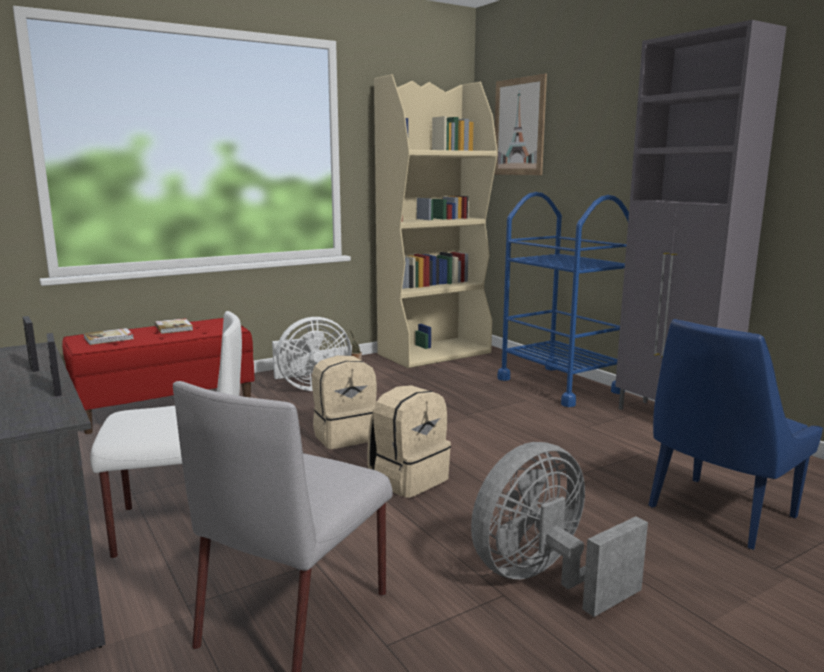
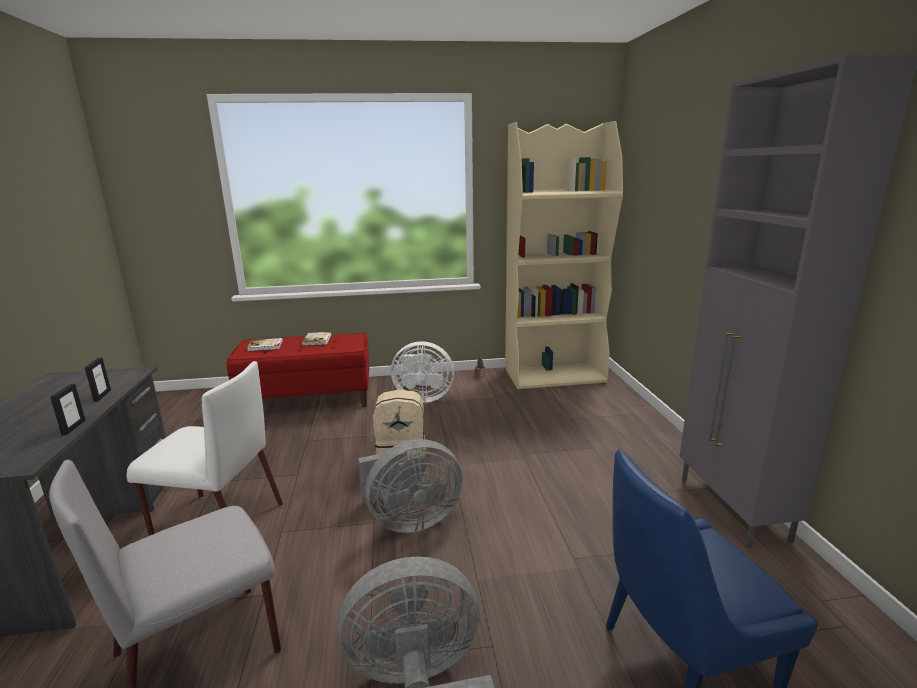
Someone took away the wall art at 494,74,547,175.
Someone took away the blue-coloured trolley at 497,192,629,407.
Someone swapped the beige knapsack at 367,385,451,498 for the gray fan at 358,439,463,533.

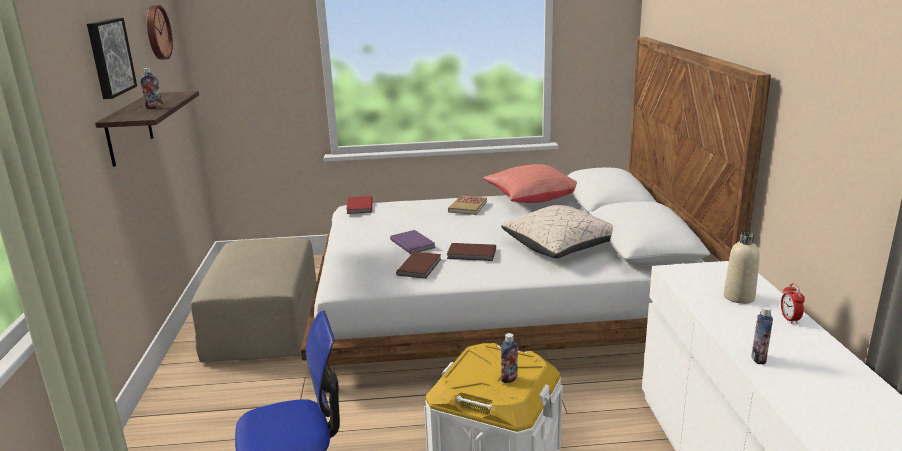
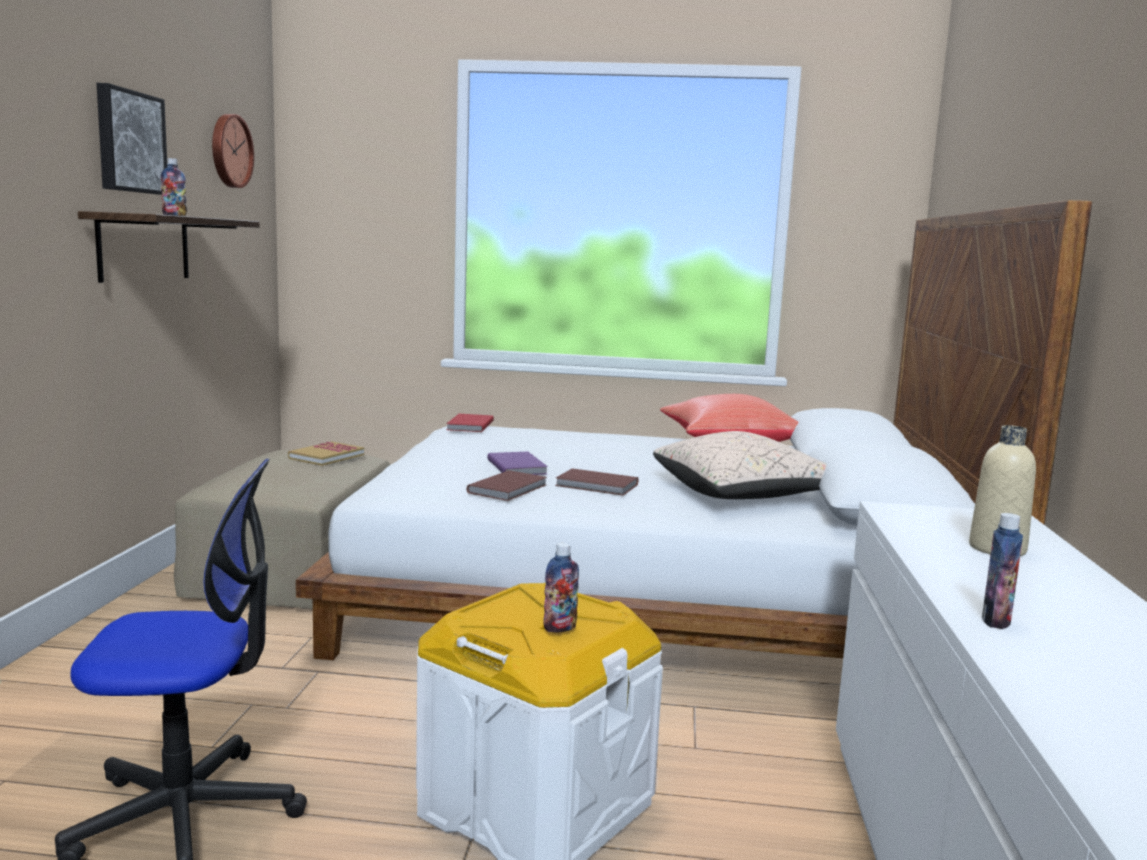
Someone took away the alarm clock at 781,283,805,324.
Someone carried the book from 448,196,487,215 to 288,442,364,466.

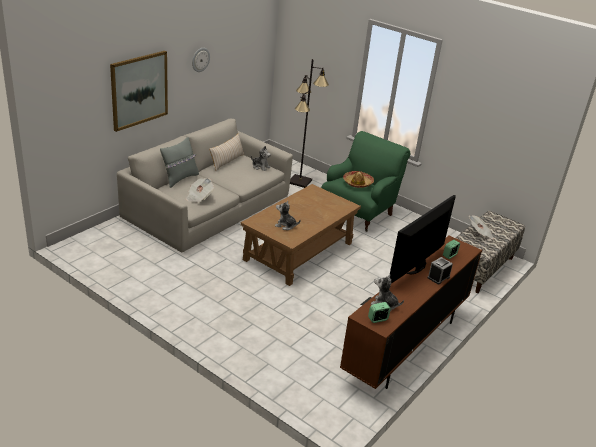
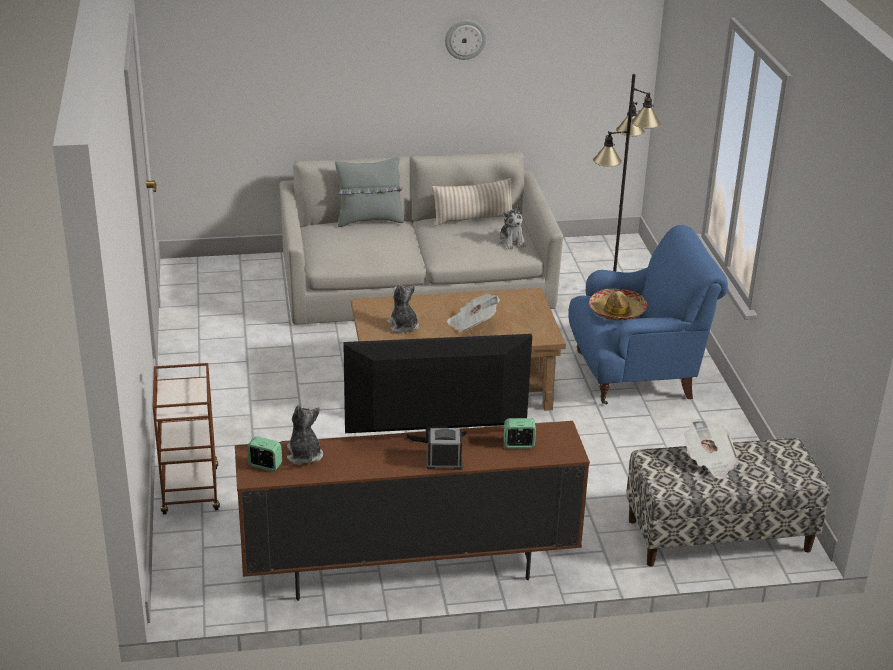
Someone took away the wall art at 110,51,168,132.
Someone put down the brown trolley at 153,363,220,515.
Someone carried the newspaper from 186,178,214,203 to 447,293,500,332.
Someone repainted the green armchair at 321,131,410,232, which became the blue-coloured armchair at 568,225,728,405.

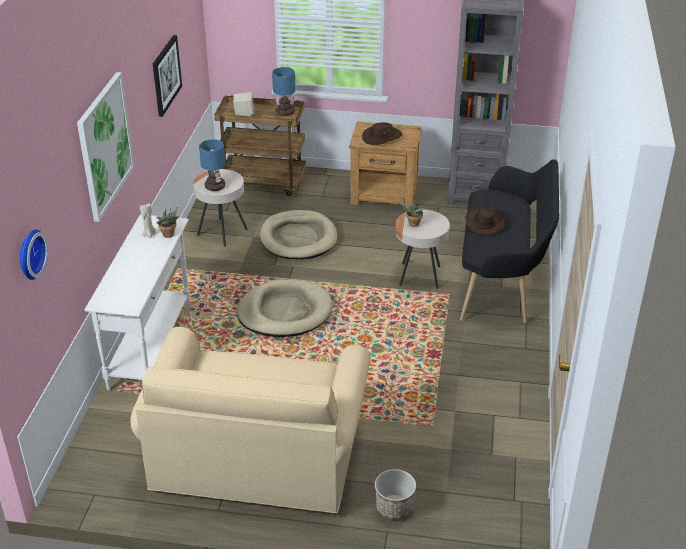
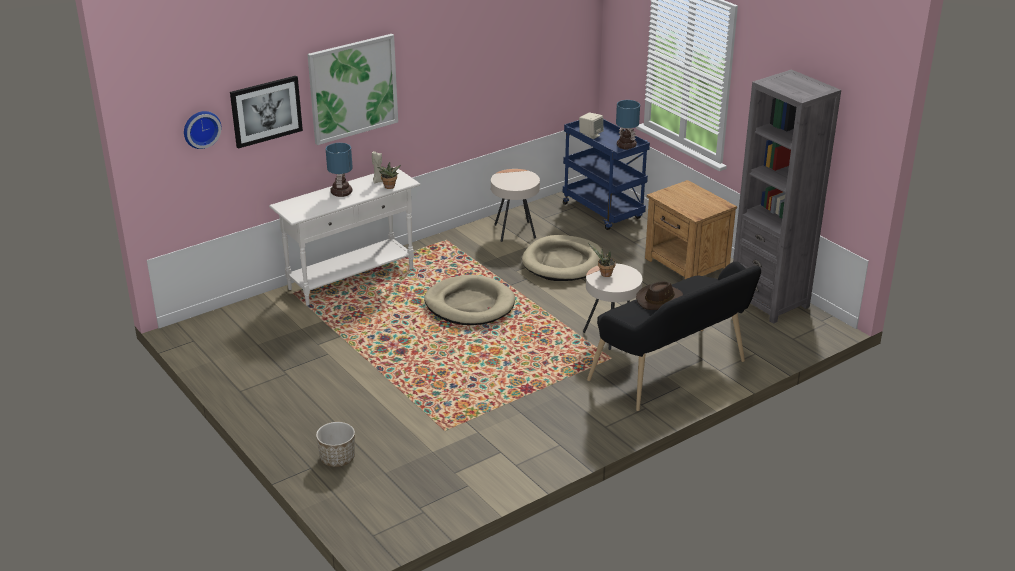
Someone took away the beige settee at 130,327,371,515.
Someone took away the brown wearable hat at 362,122,402,145.
Someone carried the wall art from 153,35,182,117 to 230,76,303,149.
Someone carried the tabletop lamp from 199,139,226,191 to 325,143,353,197.
Someone repainted the brown trolley at 214,95,306,196, which became the blue-coloured trolley at 563,119,650,230.

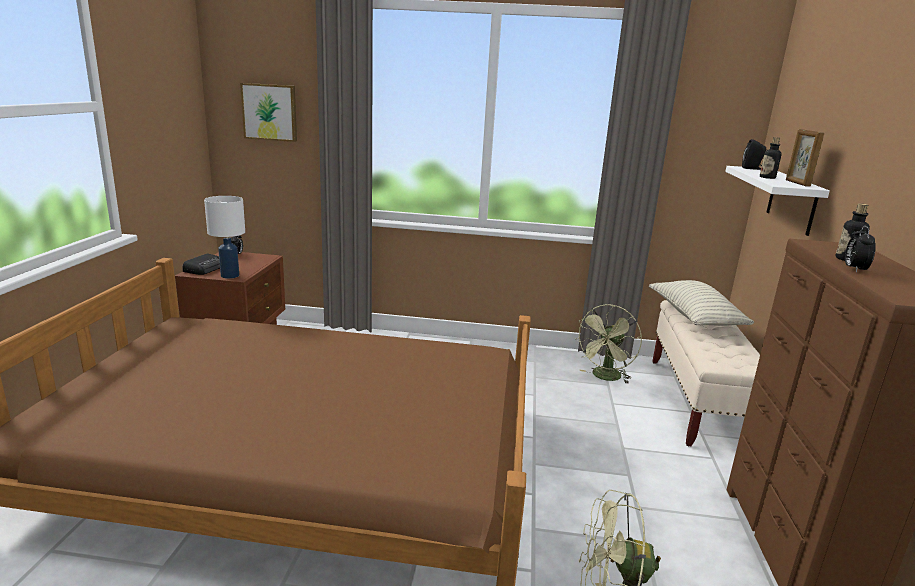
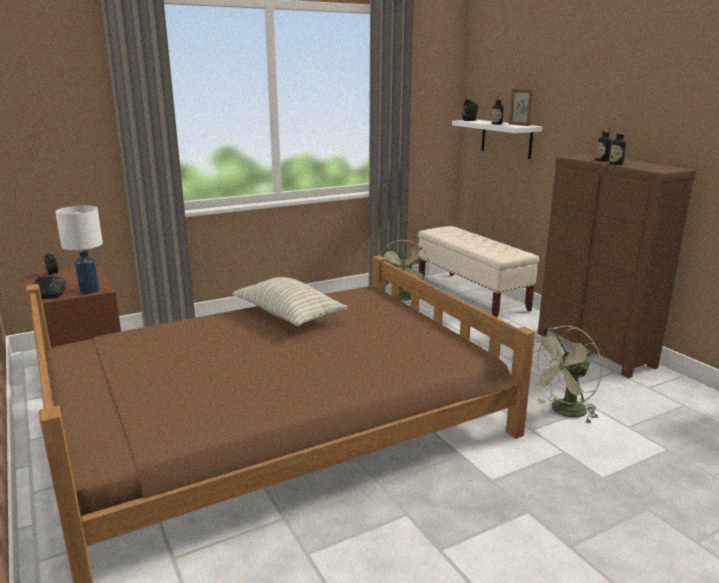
Someone took away the wall art at 240,83,297,142.
Someone carried the cushion from 649,280,754,326 to 232,277,348,326.
Someone swapped the alarm clock at 845,226,876,273 for the drink bottle at 610,129,626,165.

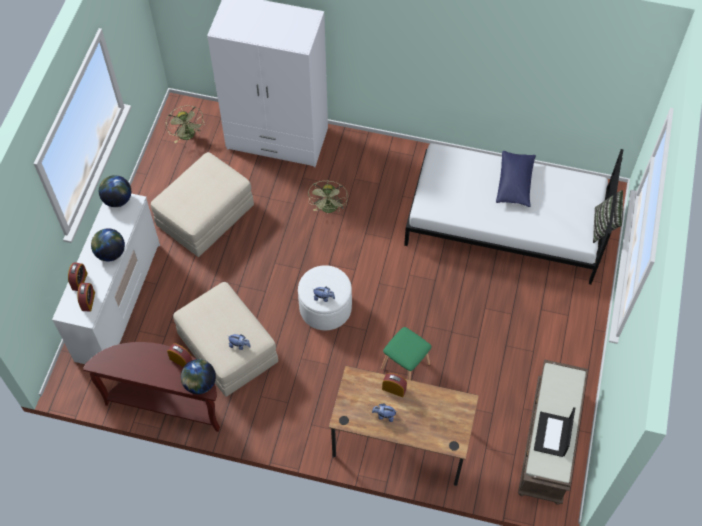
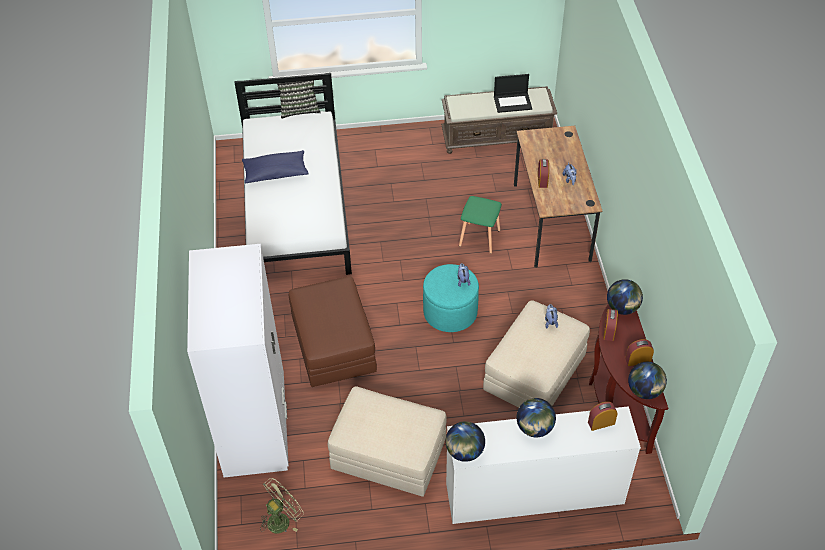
Someone put down the world globe at 628,362,667,399.
Someone carried the alarm clock from 68,262,88,291 to 625,339,654,366.
Someone swapped the green fan at 308,181,348,213 for the brown footrest at 289,276,377,387.
Someone repainted the white footrest at 298,265,352,330, which became the turquoise-coloured footrest at 423,264,479,332.

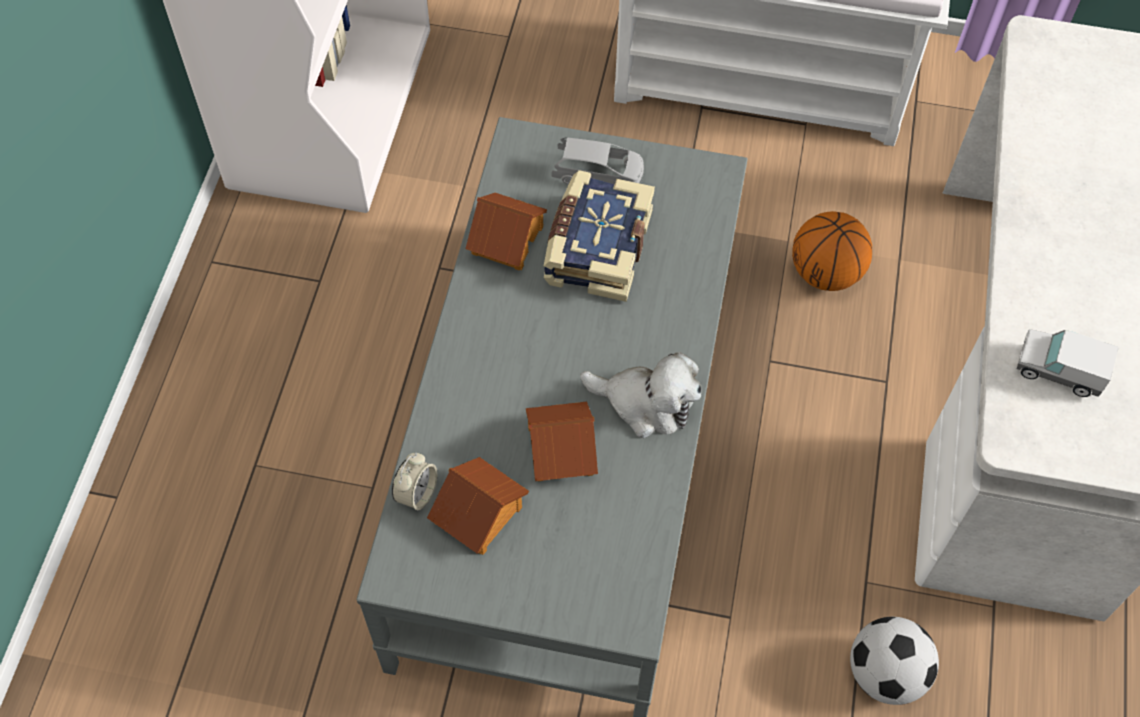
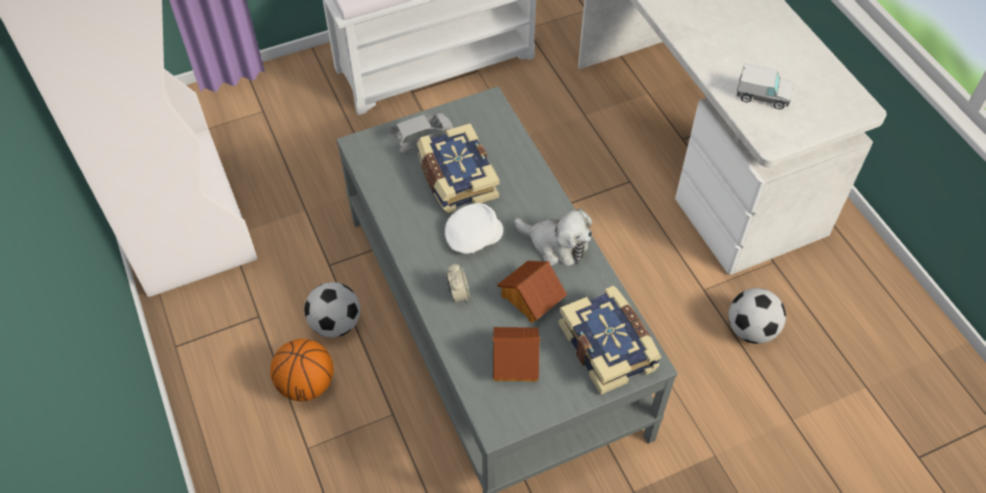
Someone took away the miniature house at 465,193,547,270.
Someone put down the football at 304,282,360,338.
Someone put down the white baseball cap at 445,203,503,254.
Someone put down the book at 558,286,662,395.
Someone carried the alarm clock from 392,453,437,512 to 447,264,471,302.
Someone carried the basketball ball from 792,211,872,291 to 270,339,334,401.
Someone rotated the cuddly toy at 580,352,702,438 by 45 degrees clockwise.
Someone rotated the toy lorry at 1017,329,1119,397 by 150 degrees counterclockwise.

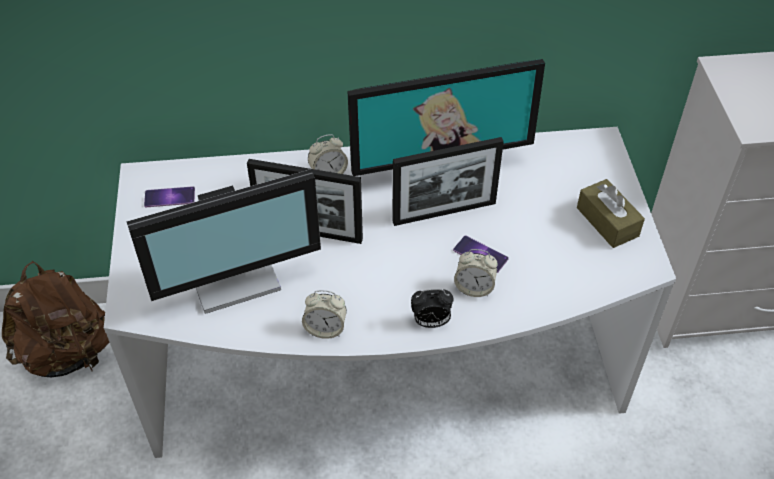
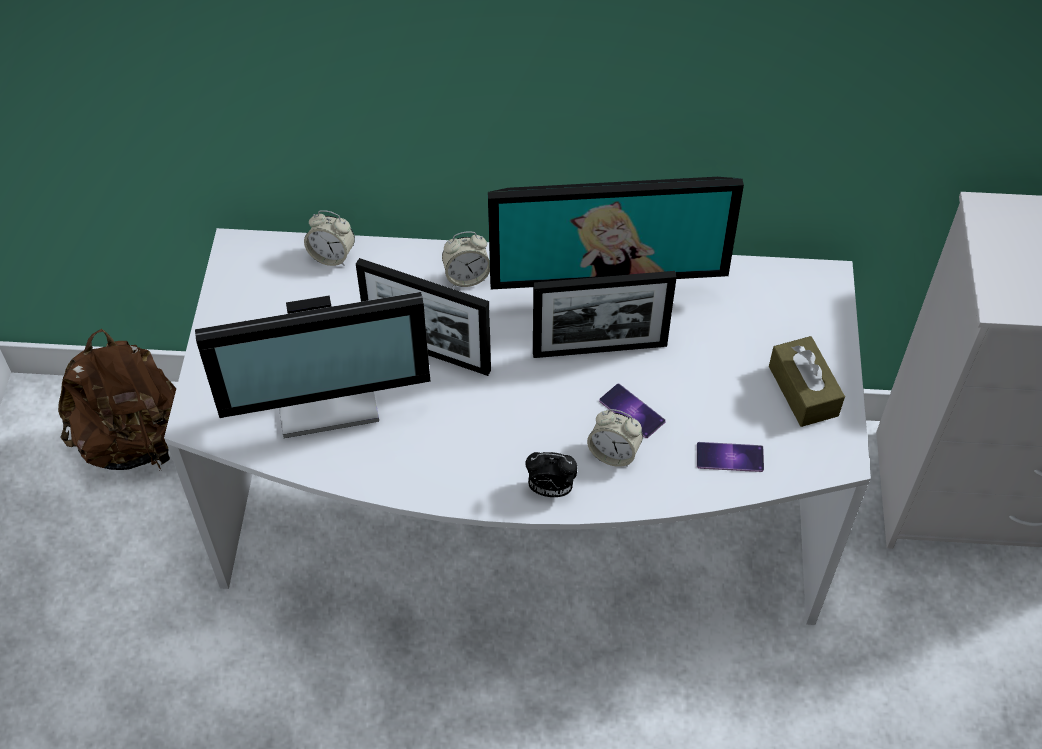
Someone carried the handset from 144,186,195,207 to 697,442,764,472.
Someone carried the alarm clock from 302,290,347,339 to 304,210,355,266.

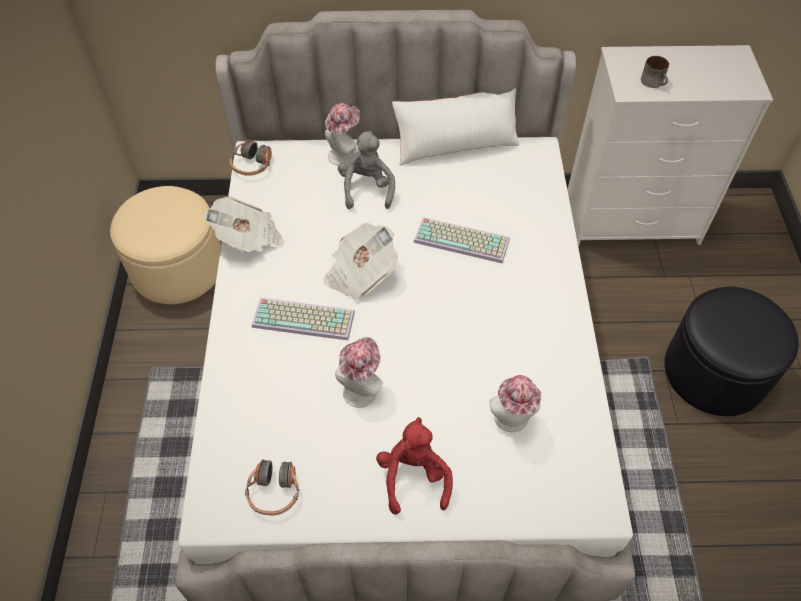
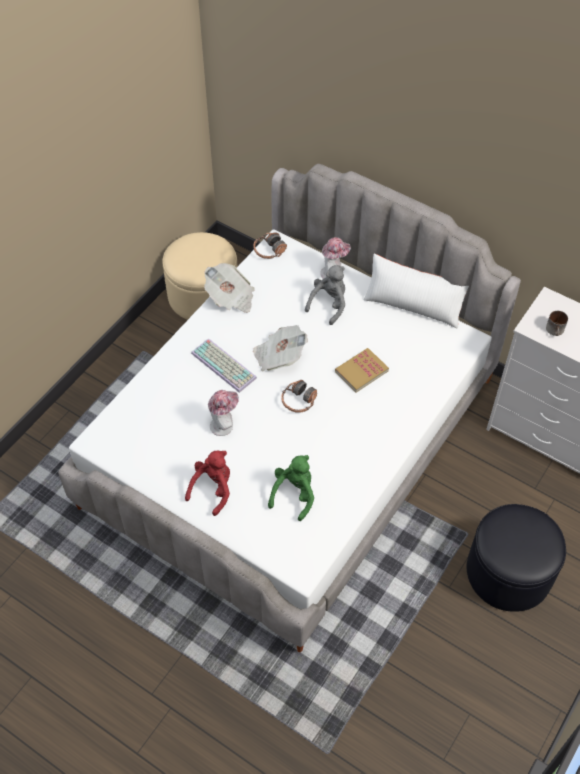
Someone carried the pair of headphones from 245,459,299,515 to 282,380,317,413.
Someone swapped the computer keyboard at 414,217,510,264 for the book at 335,348,389,392.
Someone swapped the wearable hat at 490,375,541,432 for the green cuddly toy at 268,455,314,521.

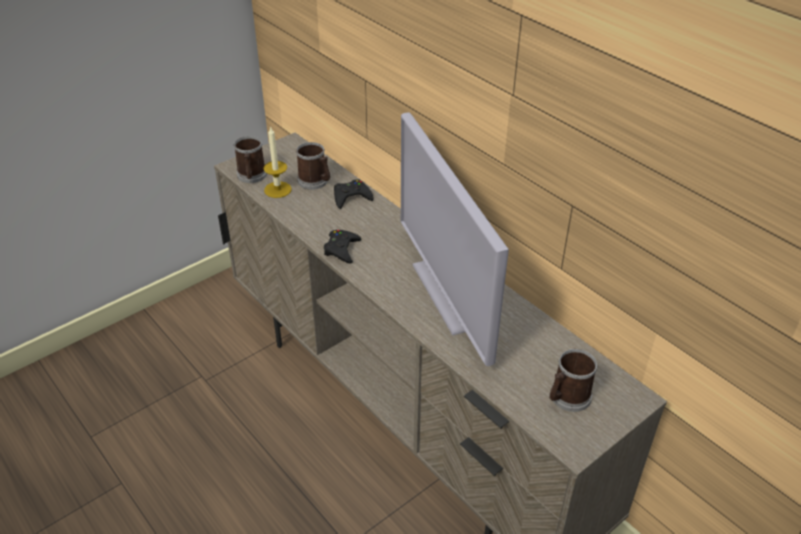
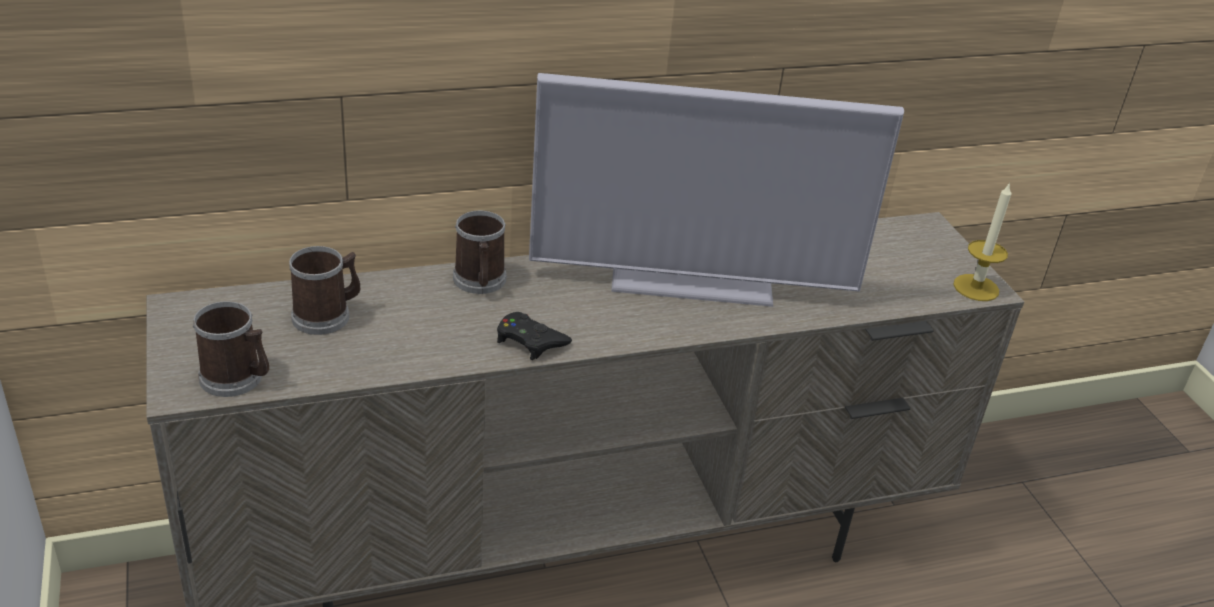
Someone took away the black-coloured joypad at 334,179,374,209.
Someone carried the candle from 264,126,291,198 to 953,182,1011,301.
Someone carried the mug from 549,349,598,412 to 453,211,506,294.

